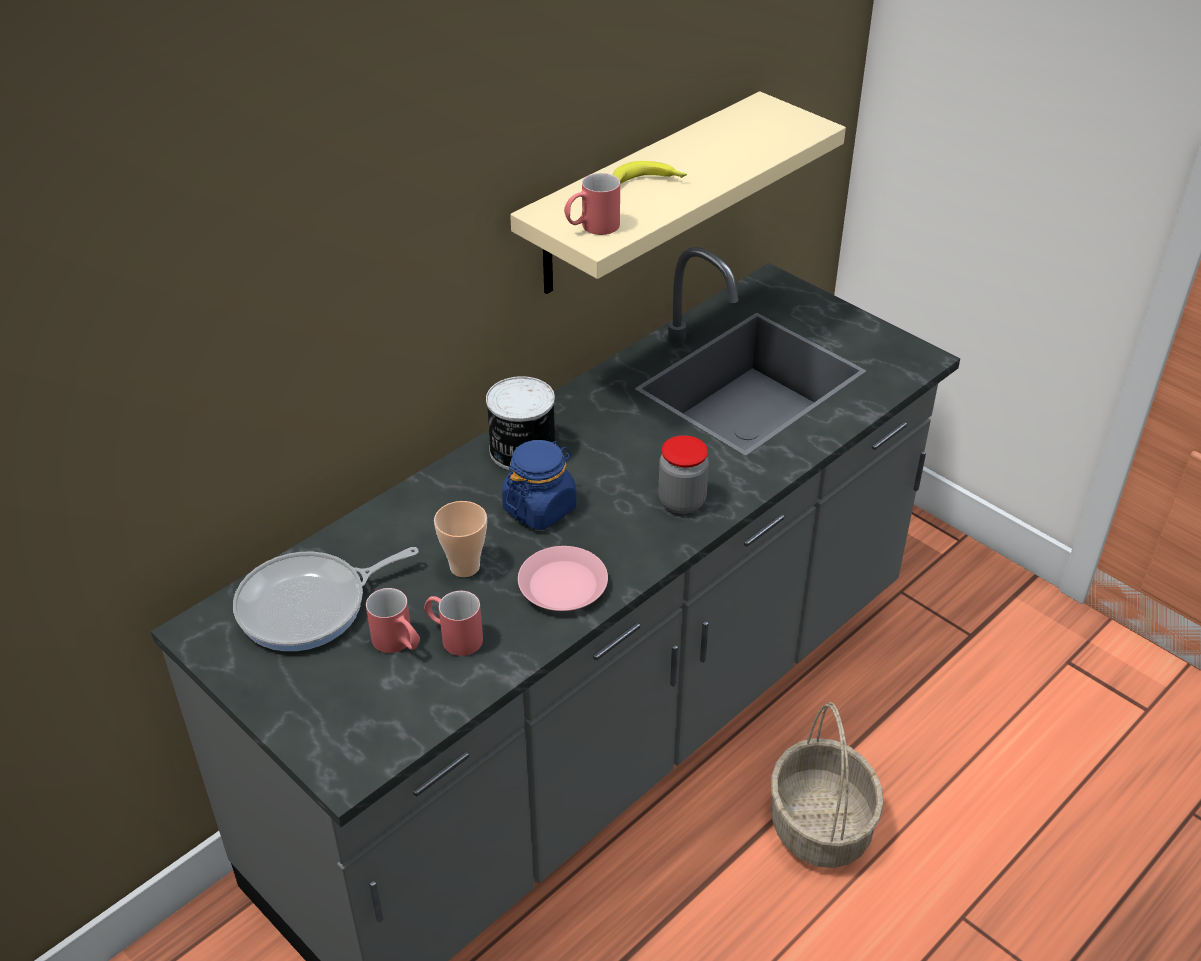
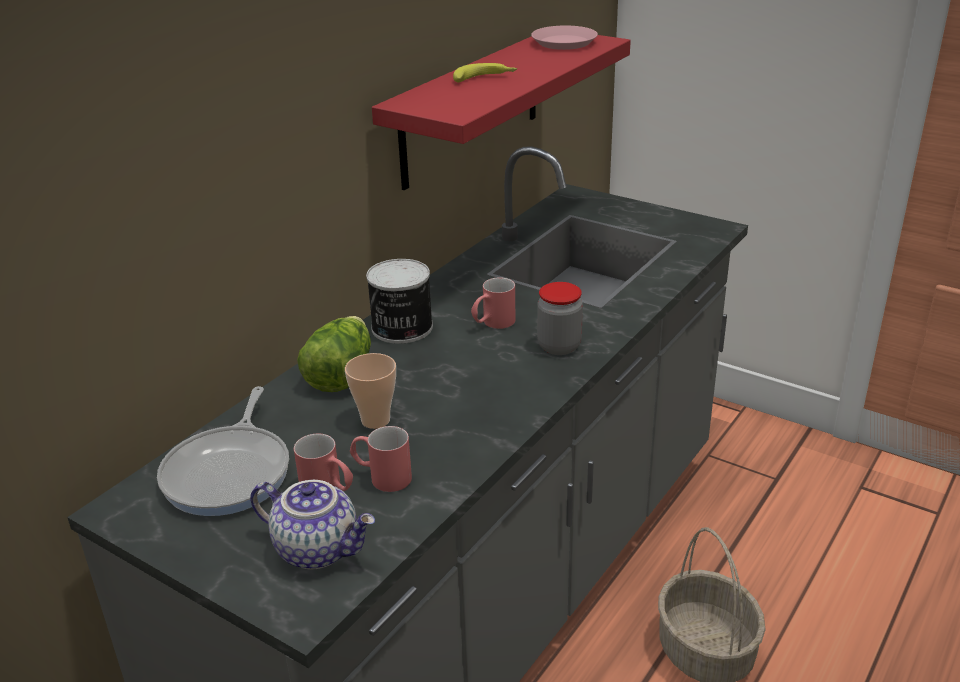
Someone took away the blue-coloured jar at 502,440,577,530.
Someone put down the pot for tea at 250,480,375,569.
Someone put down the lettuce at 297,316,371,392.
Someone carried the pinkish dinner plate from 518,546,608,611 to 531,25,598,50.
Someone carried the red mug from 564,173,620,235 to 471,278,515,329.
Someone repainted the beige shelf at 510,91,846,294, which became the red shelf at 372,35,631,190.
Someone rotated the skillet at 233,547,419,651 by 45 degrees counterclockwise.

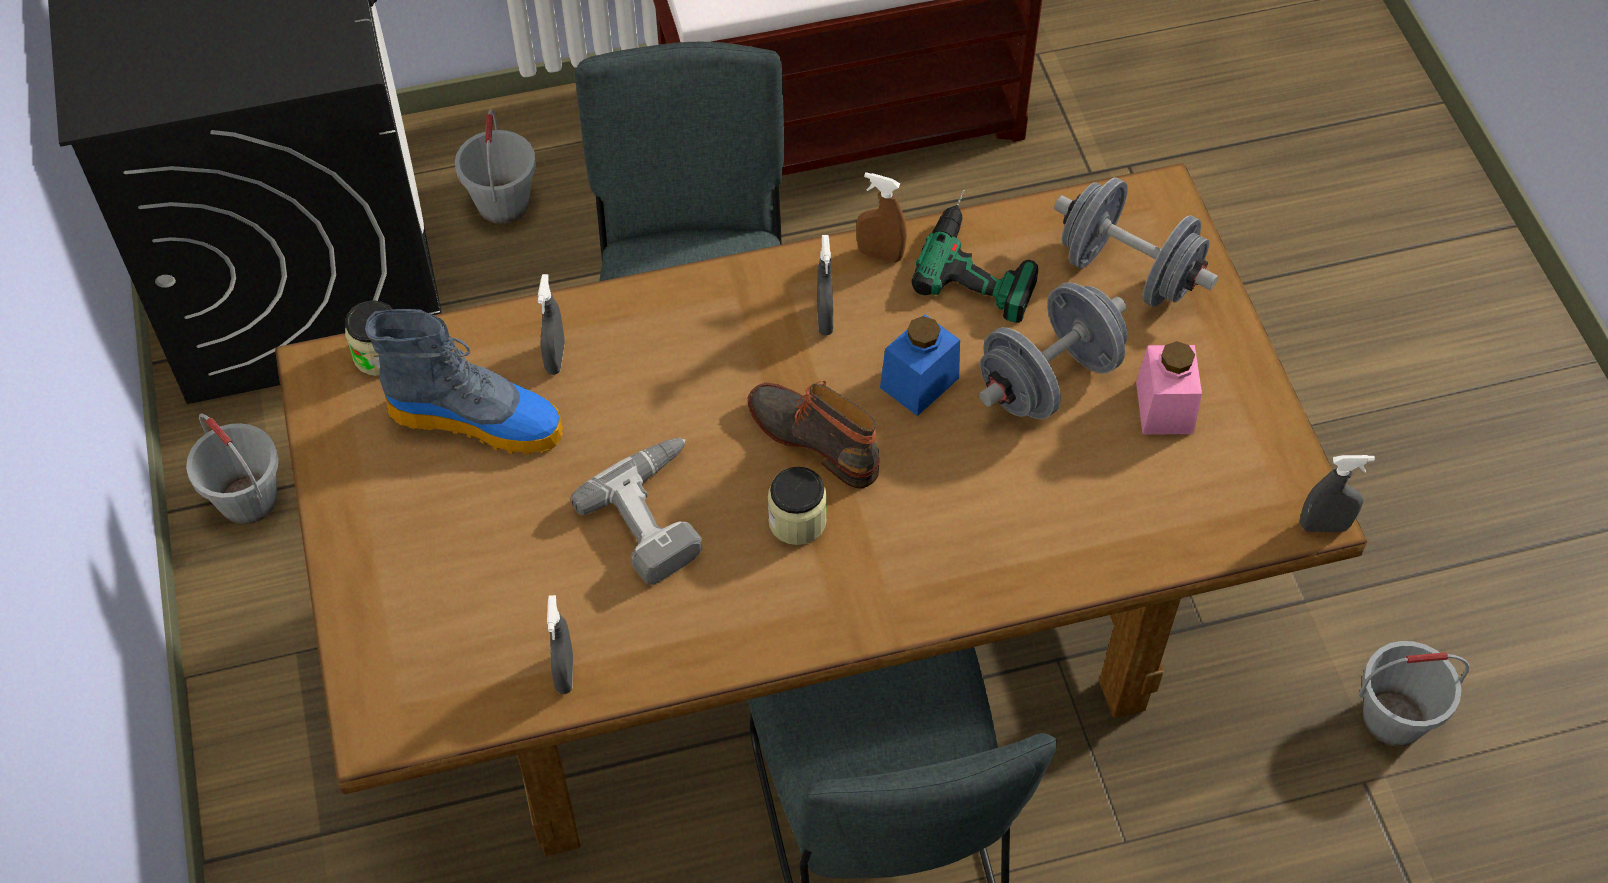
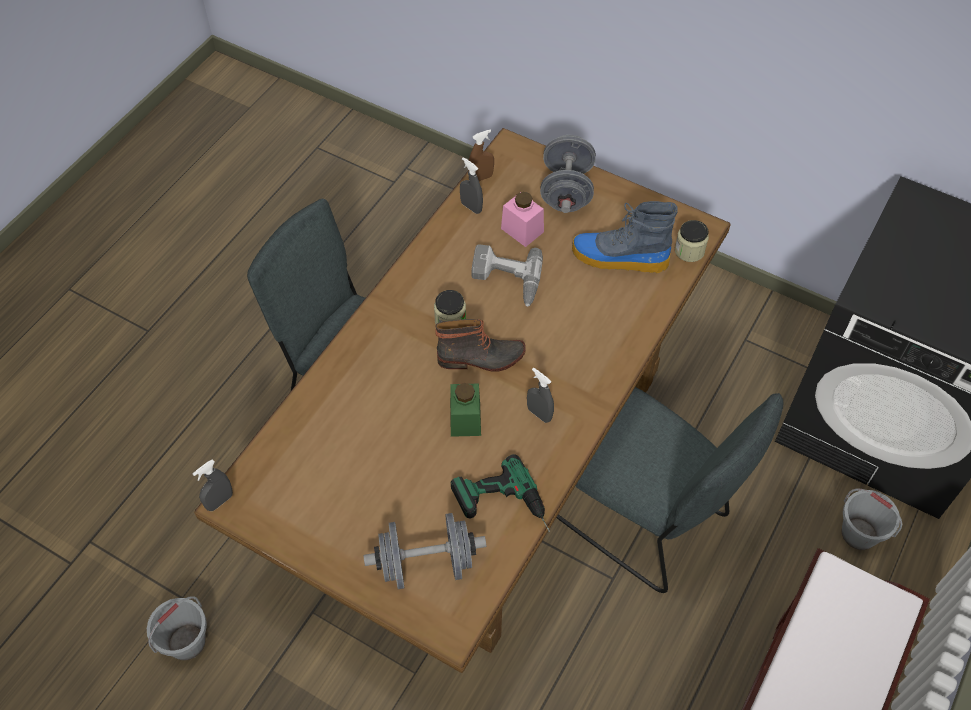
Someone took away the gray pail at 186,413,279,524.
Someone took away the gray spray bottle at 538,274,565,375.
Someone carried the brown spray bottle from 856,172,907,263 to 468,129,494,181.
Someone carried the gray free weight from 979,282,1127,419 to 540,135,596,213.
Someone carried the pinkish jar from 1136,341,1202,435 to 501,192,544,247.
Someone repainted the blue-coloured jar at 880,314,960,416, which became the green jar at 450,383,481,437.
Someone rotated the high-top boot at 365,309,563,455 by 45 degrees clockwise.

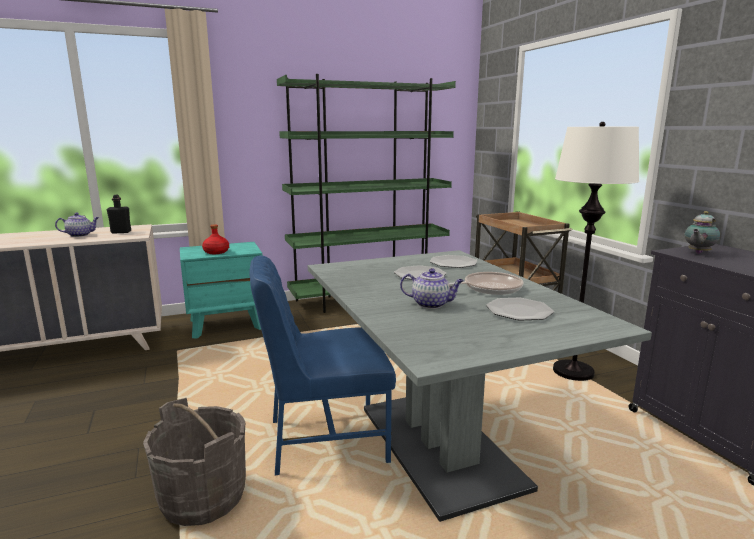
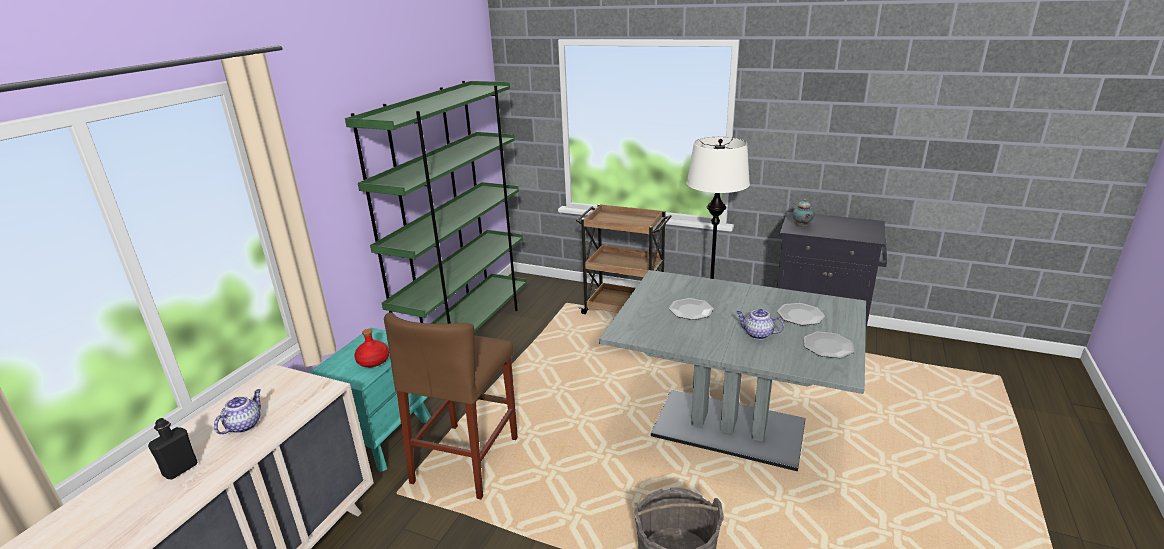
Someone took away the blue-coloured upright chair at 249,256,396,475.
Someone took away the skillet at 449,272,523,295.
Someone put down the brown sitting stool at 384,312,518,499.
Someone carried the black-coloured drink bottle from 107,195,131,234 to 148,418,197,479.
Someone carried the dinner plate from 430,255,477,268 to 804,331,855,358.
Someone rotated the pot for tea at 400,268,464,309 by 120 degrees counterclockwise.

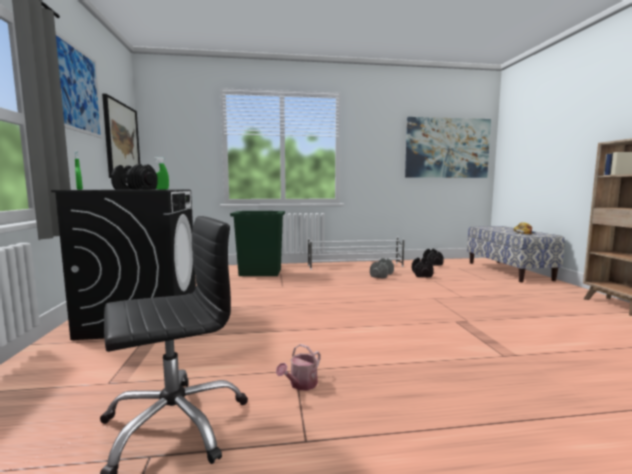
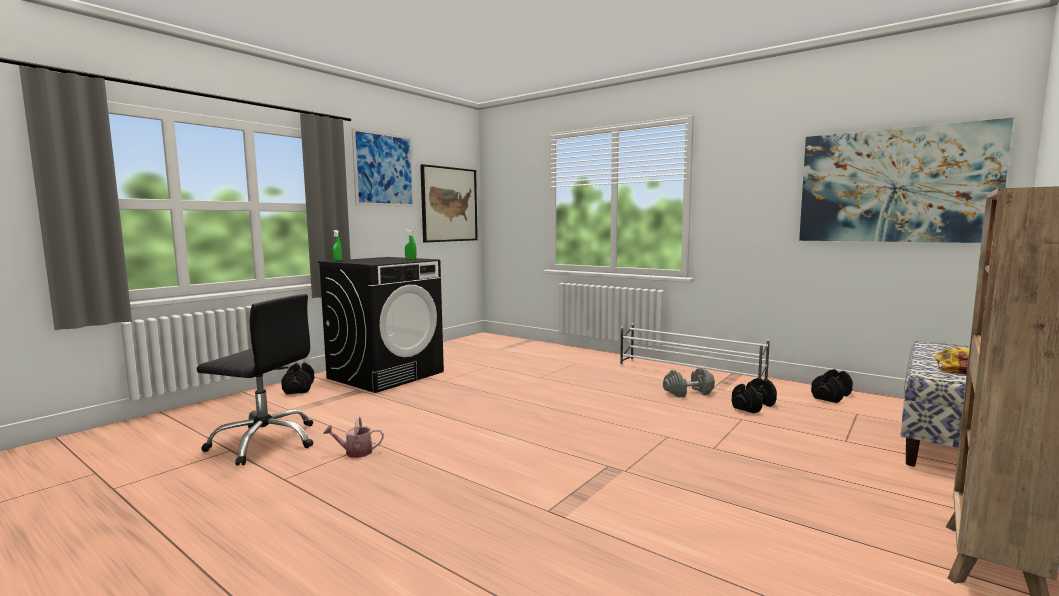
Someone took away the green waste bin at 230,211,285,276.
Someone carried the black-coloured free weight from 111,164,158,190 to 281,363,315,394.

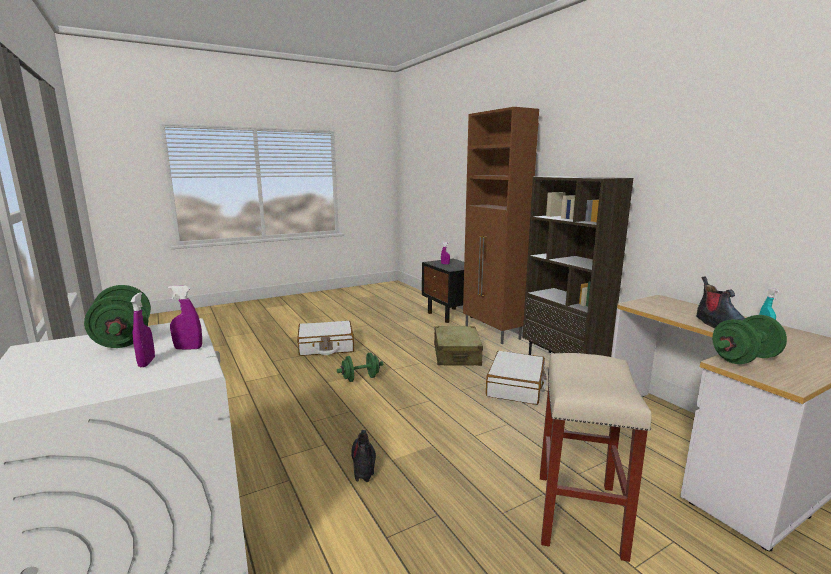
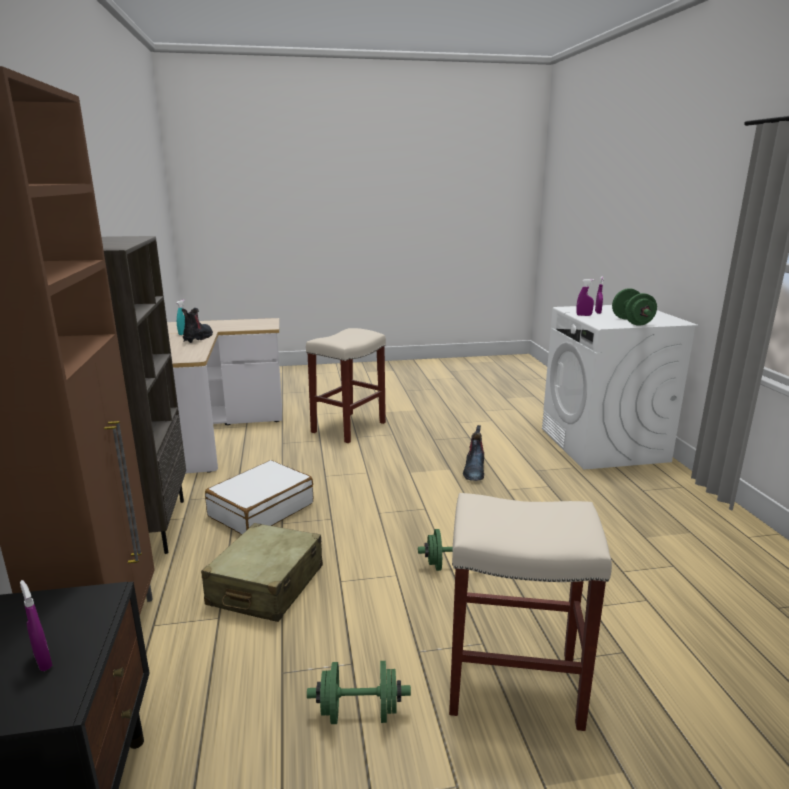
Someone carried the green free weight from 712,315,787,364 to 307,661,411,724.
Someone swapped the white suitcase at 297,321,354,356 for the beige sitting stool at 449,493,612,731.

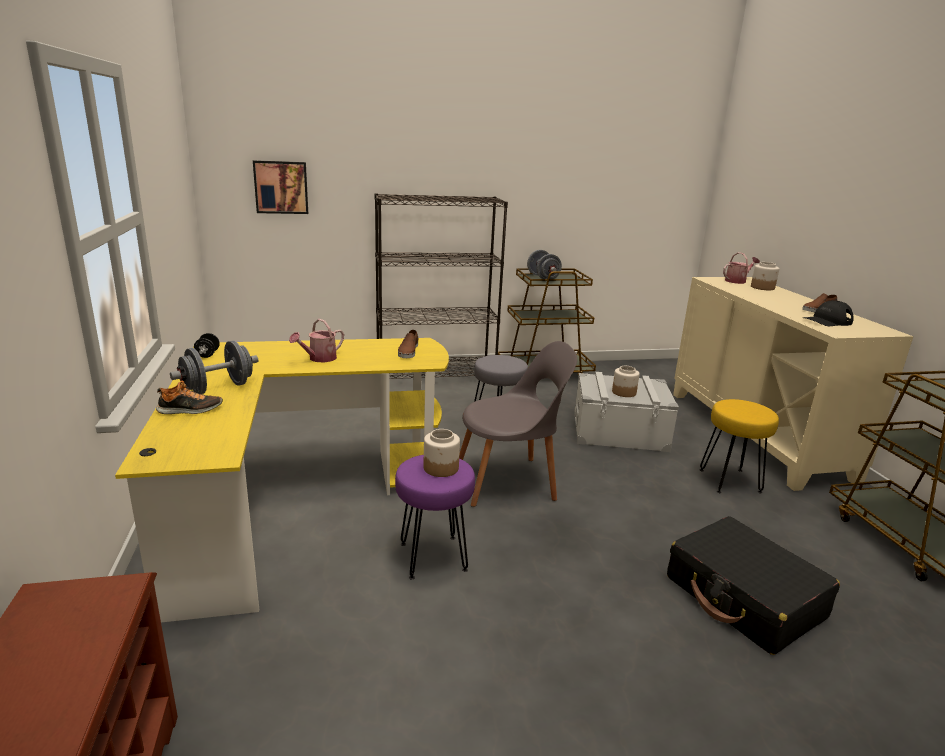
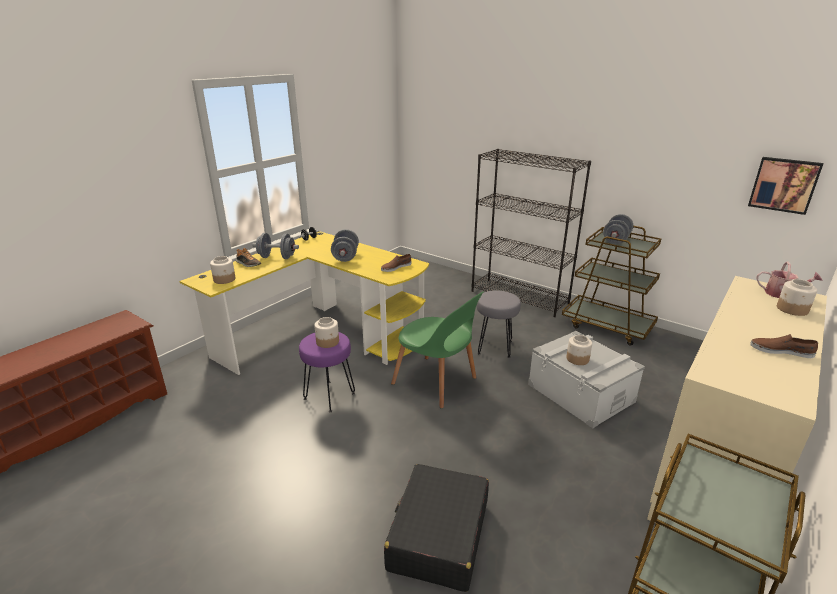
Someone took away the yellowish sitting stool at 700,399,779,493.
Someone took away the black-coloured baseball cap at 803,301,854,326.
Someone put down the jar at 210,256,236,284.
Someone carried the wall art from 253,160,308,214 to 748,157,824,215.
Someone swapped the watering pot at 289,319,344,363 for the gray free weight at 331,229,359,262.
Someone repainted the gray upright chair at 459,341,577,507, which became the green upright chair at 391,291,484,409.

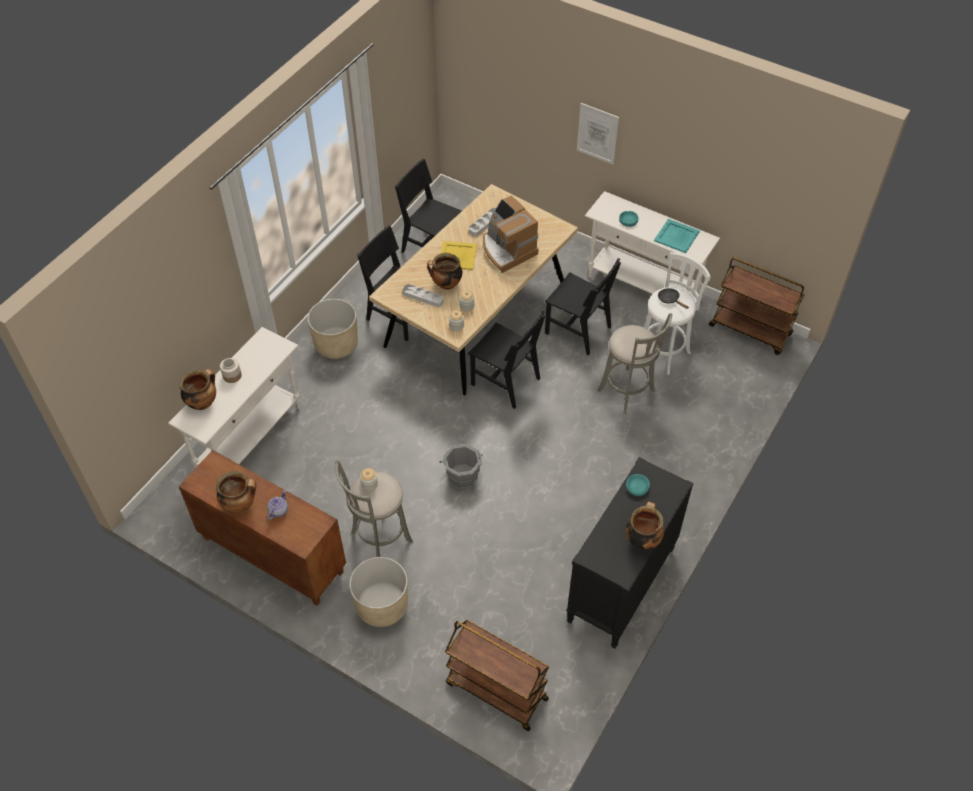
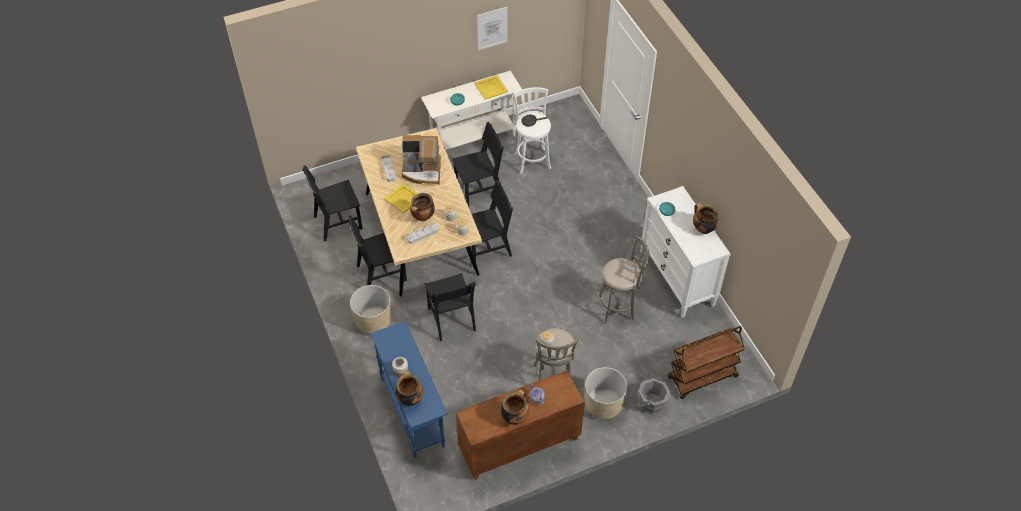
Someone took away the brown trolley at 709,257,804,355.
Someone put down the black-coloured upright chair at 424,273,476,341.
Someone carried the gray pail from 439,444,483,489 to 637,377,670,415.
Someone carried the wall art from 577,103,619,164 to 477,7,508,50.
Someone carried the gray sitting stool from 598,313,672,414 to 599,235,650,324.
Someone repainted the white narrow table at 168,327,301,468, which became the blue-coloured narrow table at 370,321,447,458.
Someone repainted the black-coloured chest of drawers at 566,457,694,648, which became the white chest of drawers at 640,186,731,318.
Someone repainted the turquoise-coloured carrying tray at 654,219,700,253, which became the yellowish carrying tray at 474,75,508,100.

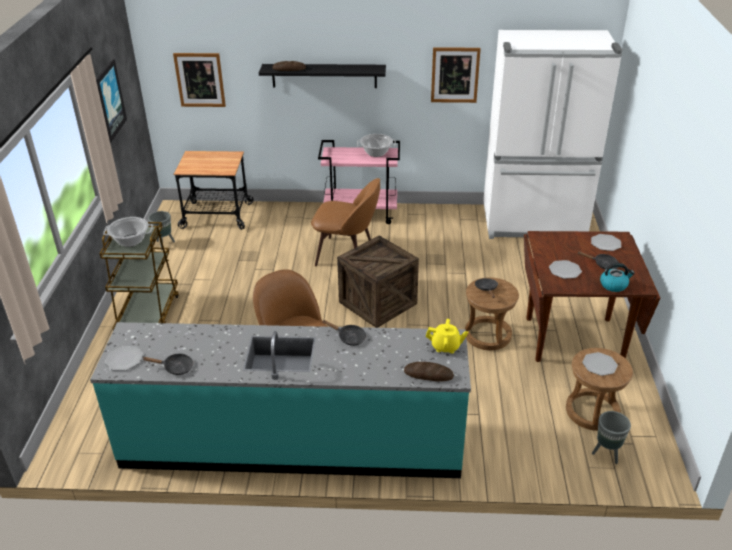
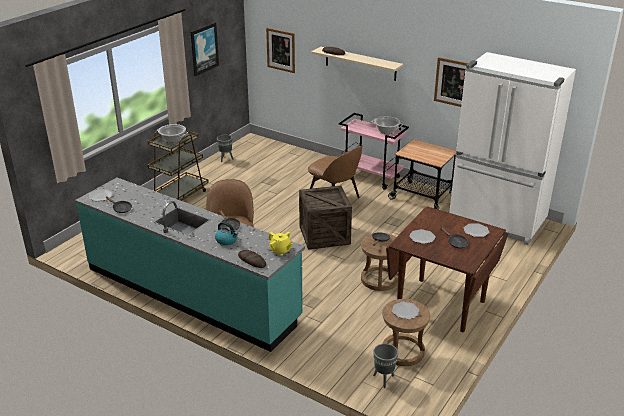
Someone carried the trolley from 173,151,253,230 to 388,139,457,210.
Someone carried the water kettle from 600,263,635,292 to 215,222,238,245.
Someone repainted the black-coloured shelf at 259,64,386,88, which became the beige shelf at 311,47,403,81.

